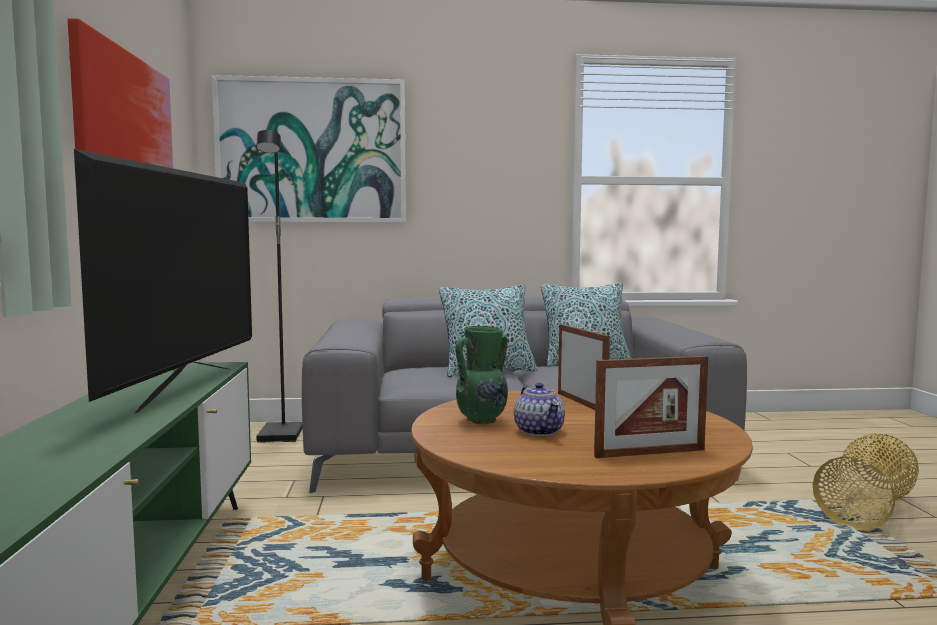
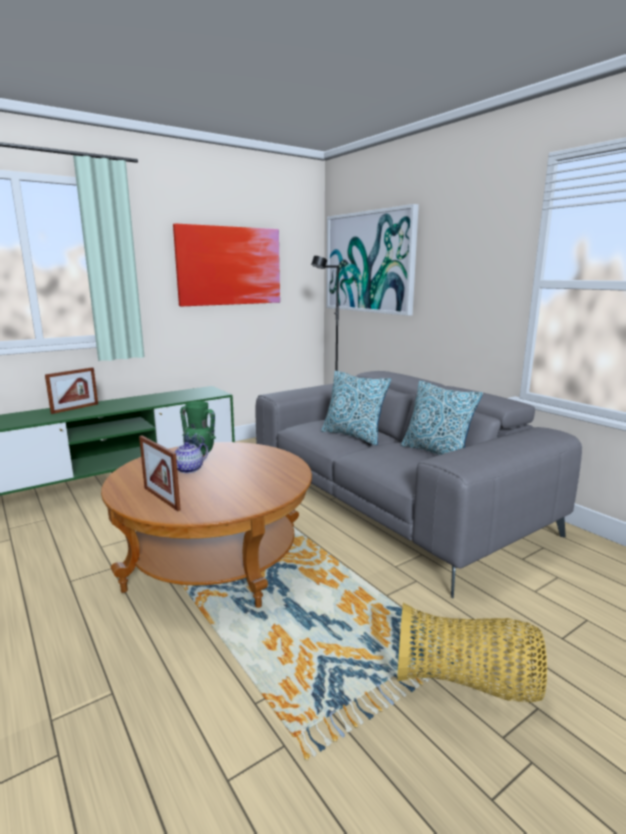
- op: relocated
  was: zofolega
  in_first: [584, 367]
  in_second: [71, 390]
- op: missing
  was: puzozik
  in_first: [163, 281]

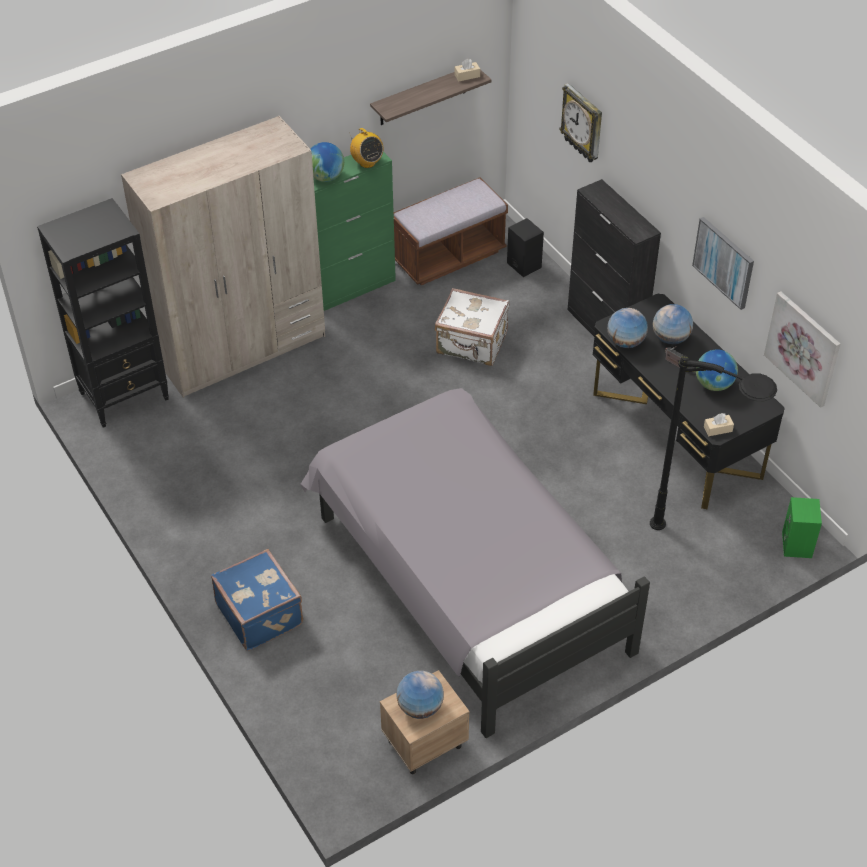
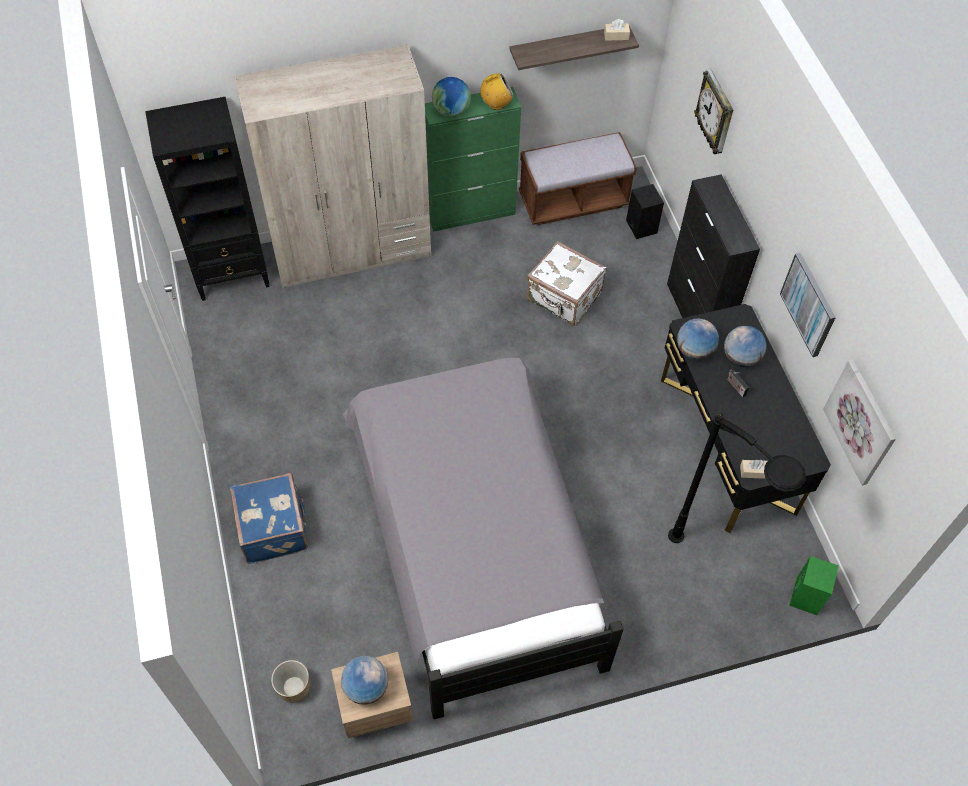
- op: appeared
  now: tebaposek
  in_second: [290, 681]
- op: spun
  was: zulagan
  in_first: [366, 148]
  in_second: [497, 91]
  clockwise: -90
- op: missing
  was: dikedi
  in_first: [717, 370]

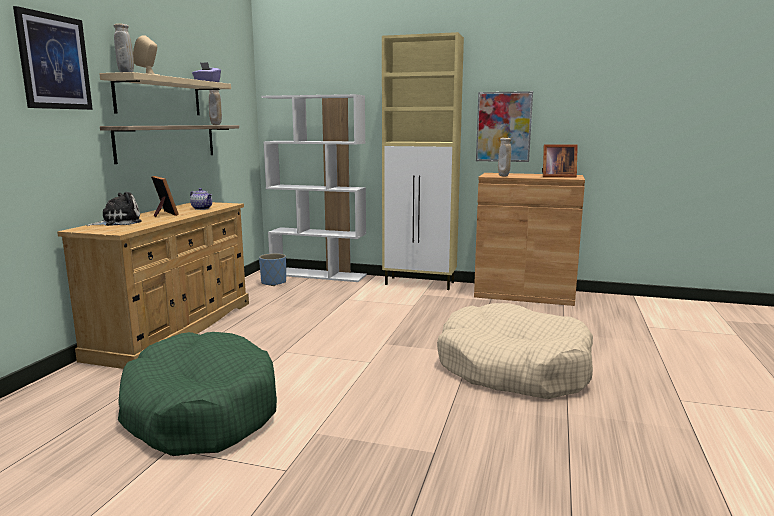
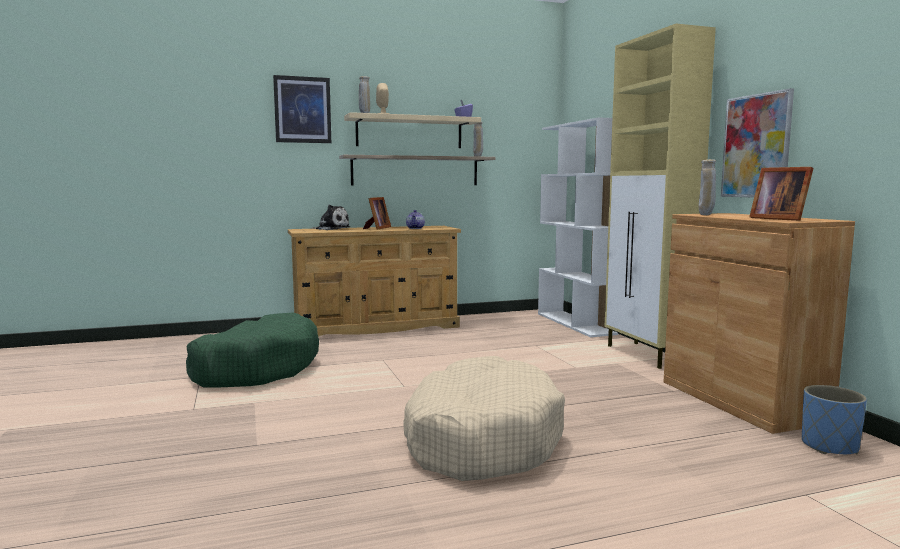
- op: relocated
  was: blue tebaposek
  in_first: [272, 269]
  in_second: [834, 419]

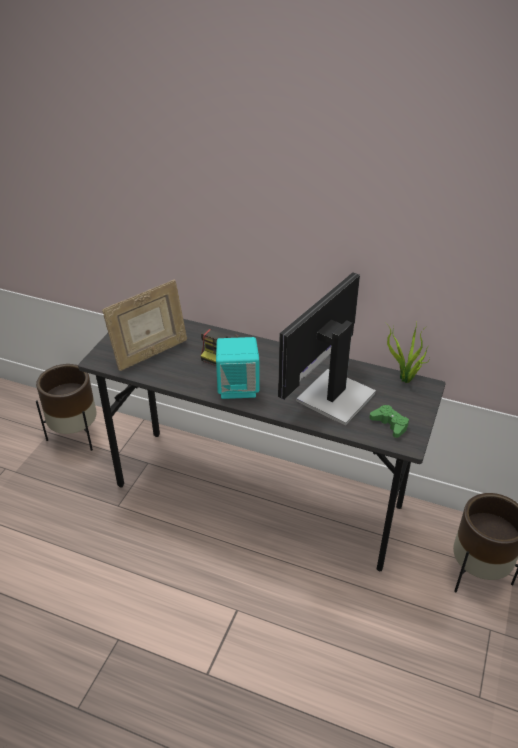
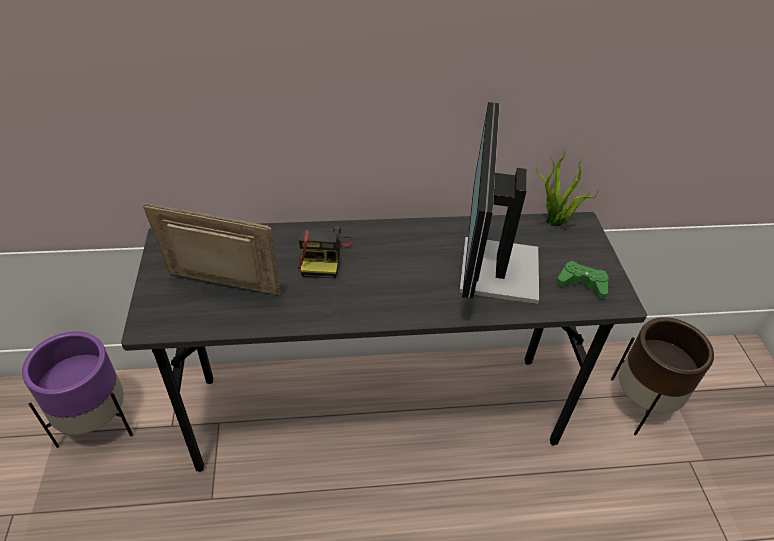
- op: colour
  was: brown tebaposek
  now: purple tebaposek
  in_first: [66, 407]
  in_second: [77, 389]
- op: spun
  was: zofolega
  in_first: [144, 325]
  in_second: [211, 249]
  clockwise: -105
- op: missing
  was: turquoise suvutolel
  in_first: [238, 368]

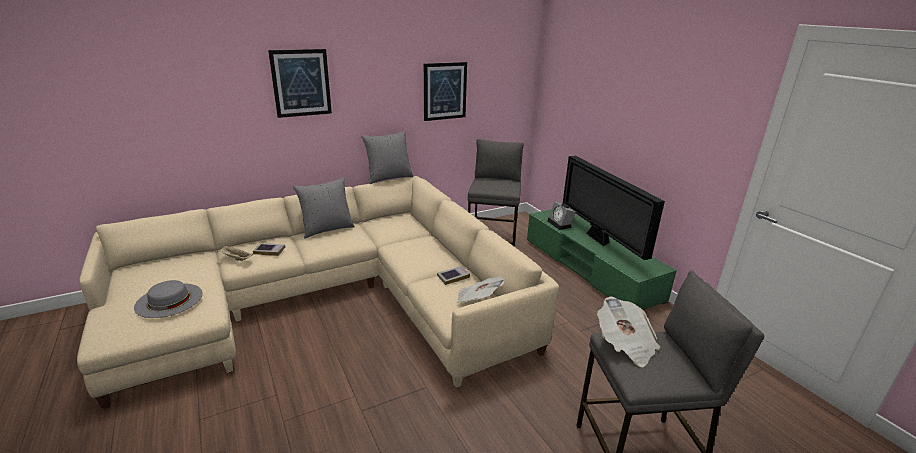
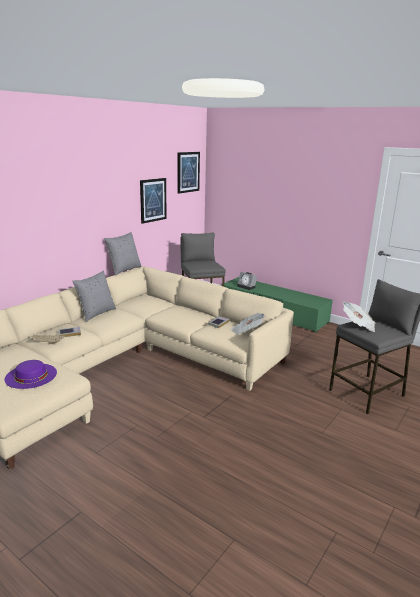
- op: colour
  was: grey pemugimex
  now: purple pemugimex
  in_first: [168, 299]
  in_second: [30, 374]
- op: relocated
  was: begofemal
  in_first: [300, 83]
  in_second: [189, 173]
- op: missing
  was: puzozik
  in_first: [614, 208]

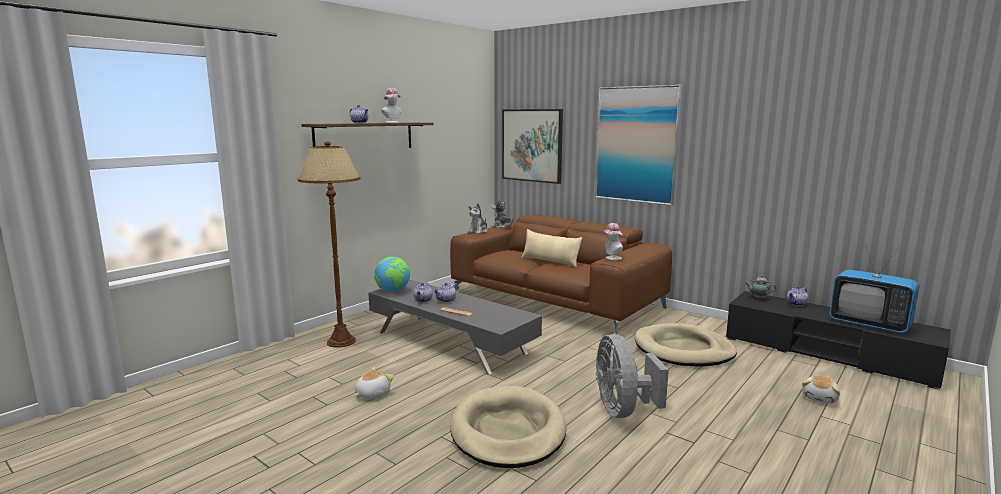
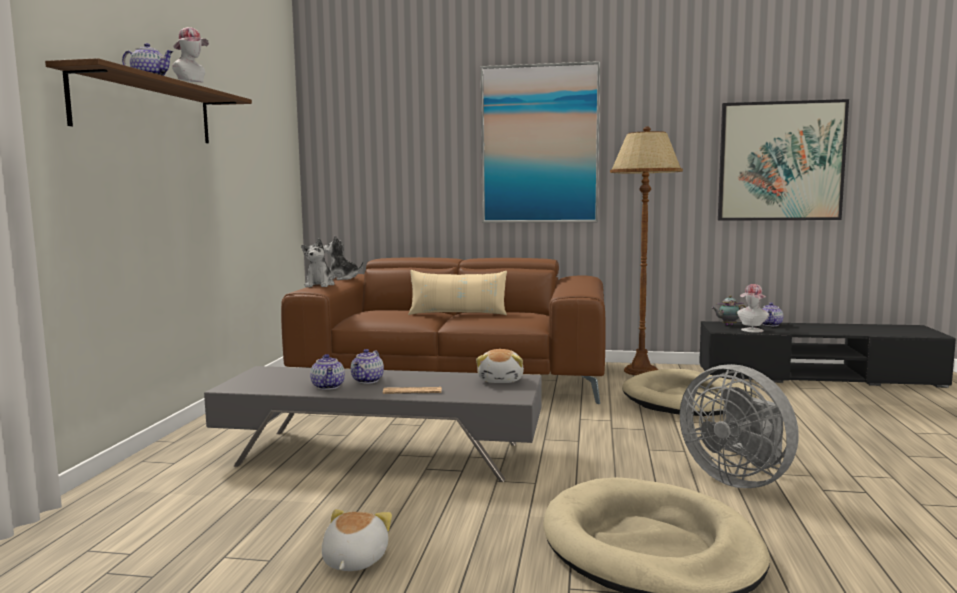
- op: relocated
  was: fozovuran
  in_first: [821, 390]
  in_second: [500, 366]
- op: relocated
  was: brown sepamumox
  in_first: [329, 244]
  in_second: [646, 251]
- op: relocated
  was: begofemal
  in_first: [532, 146]
  in_second: [783, 160]
- op: relocated
  was: pemugimex
  in_first: [612, 241]
  in_second: [753, 308]
- op: missing
  was: dikedi
  in_first: [392, 274]
- op: missing
  was: puzozik
  in_first: [874, 287]

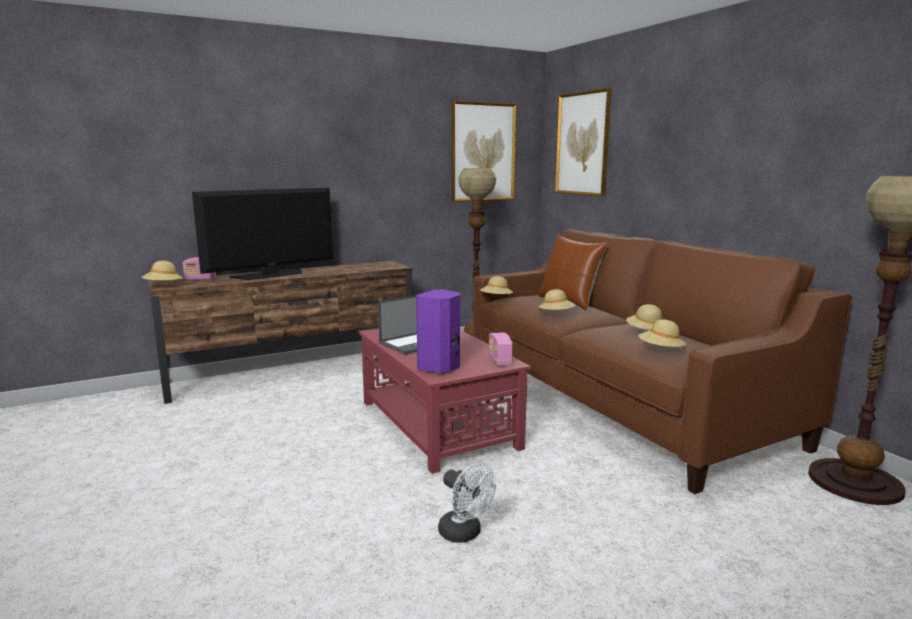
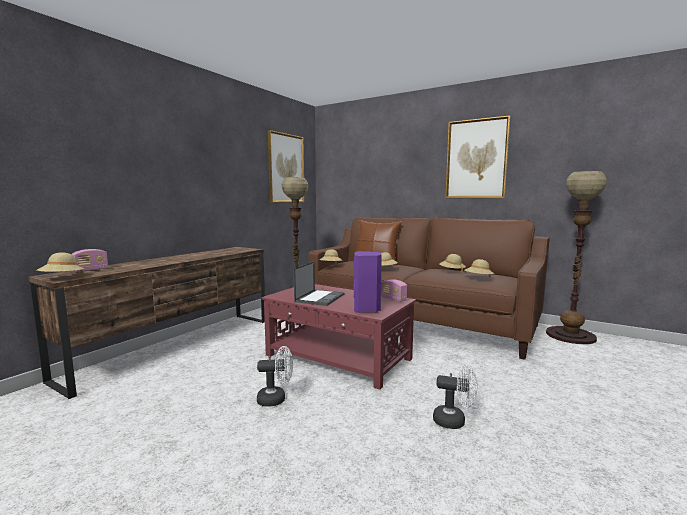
- op: appeared
  now: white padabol
  in_second: [275, 376]
- op: relocated
  was: begofemal
  in_first: [583, 142]
  in_second: [477, 156]
- op: missing
  was: puzozik
  in_first: [262, 234]

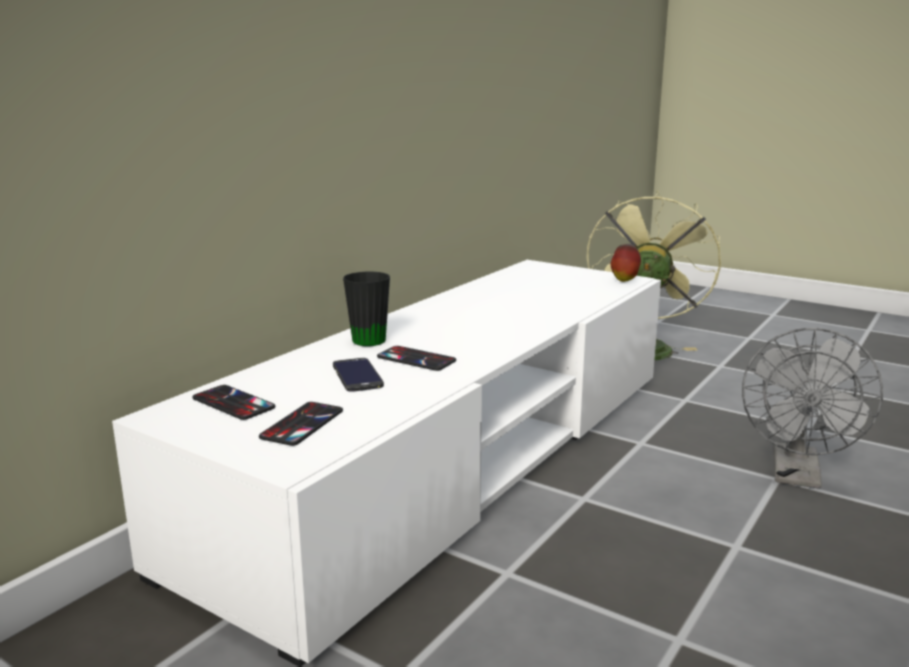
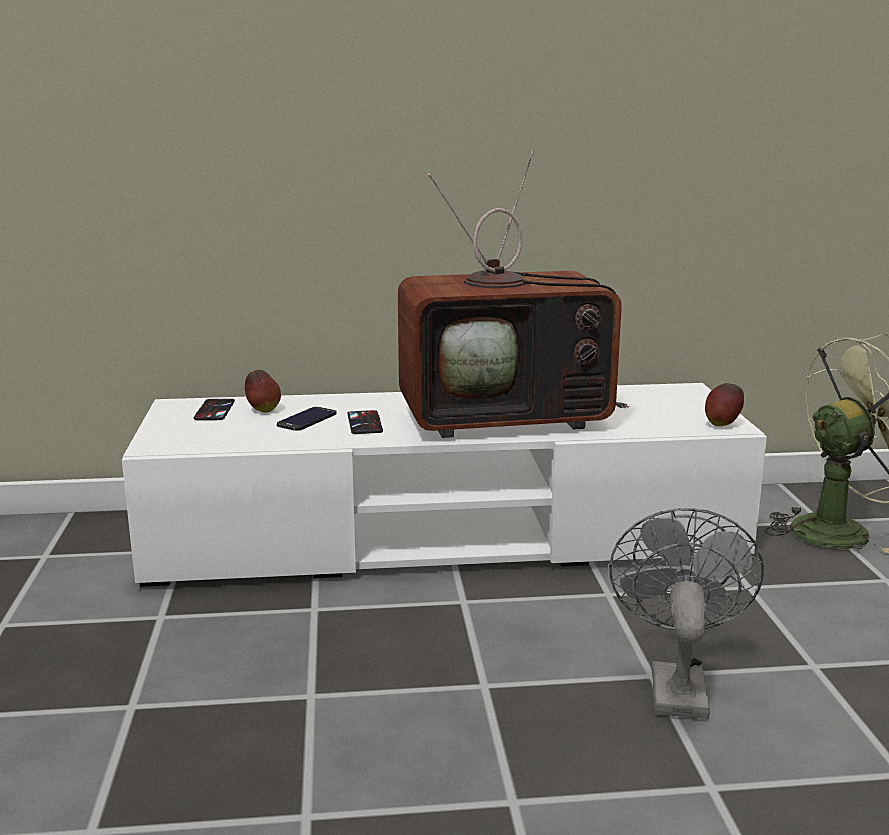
- op: appeared
  now: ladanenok
  in_second: [263, 391]
- op: appeared
  now: puzozik
  in_second: [513, 294]
- op: spun
  was: grey padabol
  in_first: [812, 408]
  in_second: [686, 613]
  clockwise: 120
- op: missing
  was: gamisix
  in_first: [301, 424]
- op: missing
  was: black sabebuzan
  in_first: [366, 309]

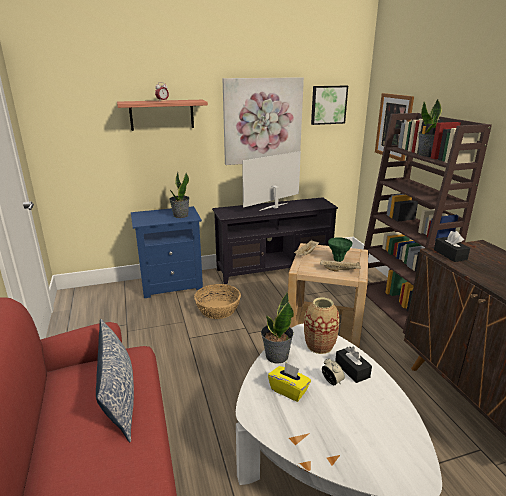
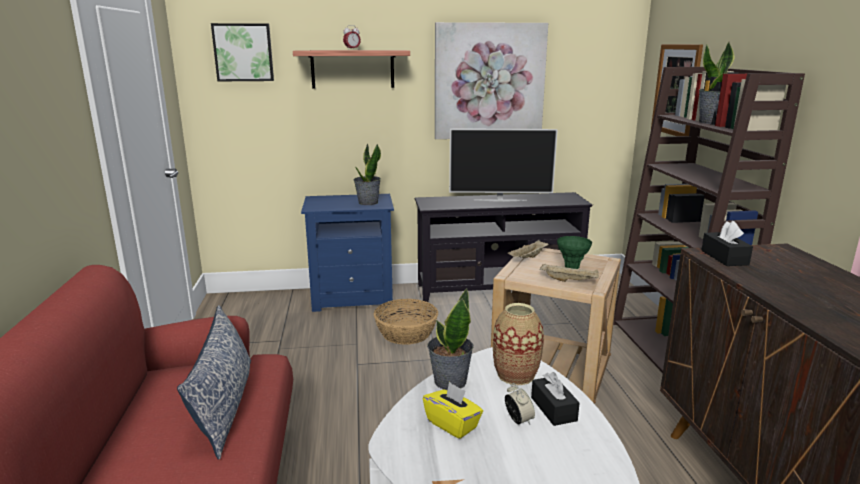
- op: relocated
  was: begofemal
  in_first: [329, 105]
  in_second: [242, 52]
- op: spun
  was: puzozik
  in_first: [271, 181]
  in_second: [503, 165]
  clockwise: -150

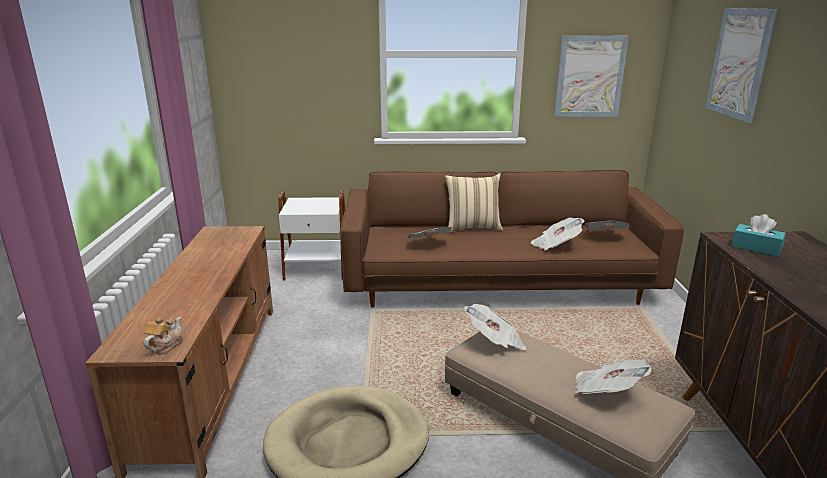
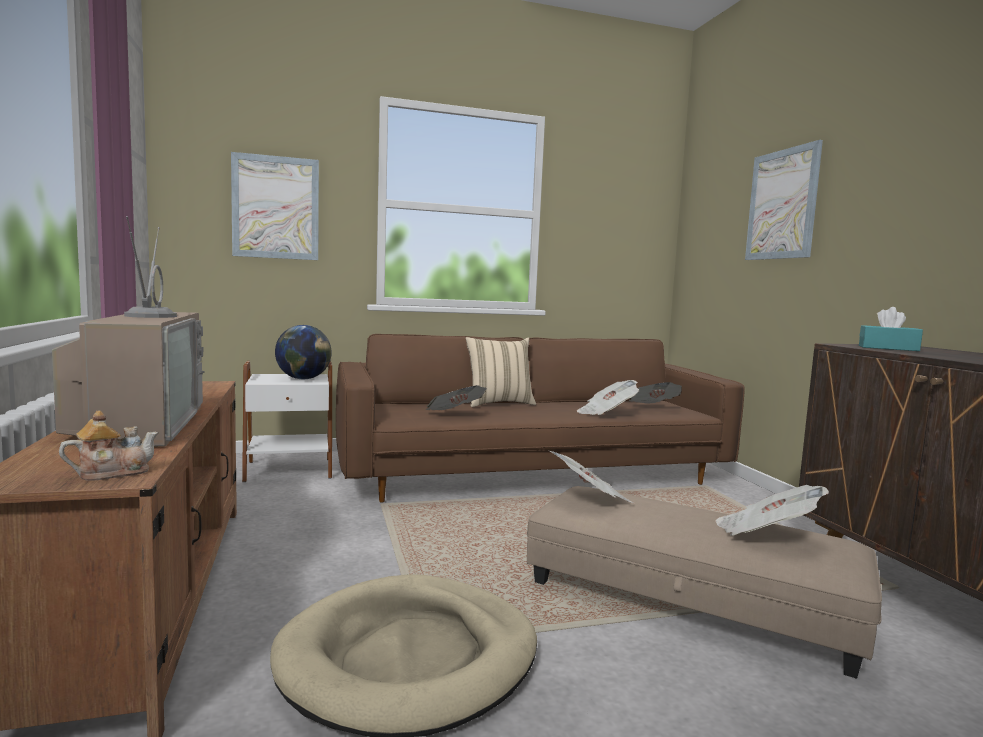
- op: appeared
  now: puzozik
  in_second: [128, 331]
- op: spun
  was: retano
  in_first: [163, 335]
  in_second: [109, 445]
  clockwise: 45
- op: relocated
  was: begofemal
  in_first: [592, 76]
  in_second: [275, 206]
- op: appeared
  now: dikedi
  in_second: [303, 352]

